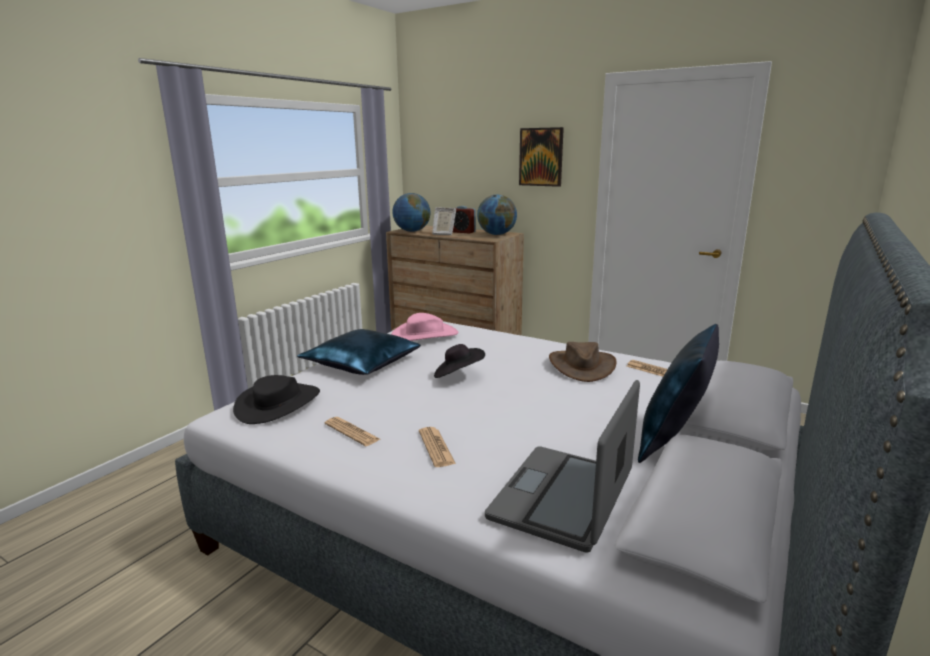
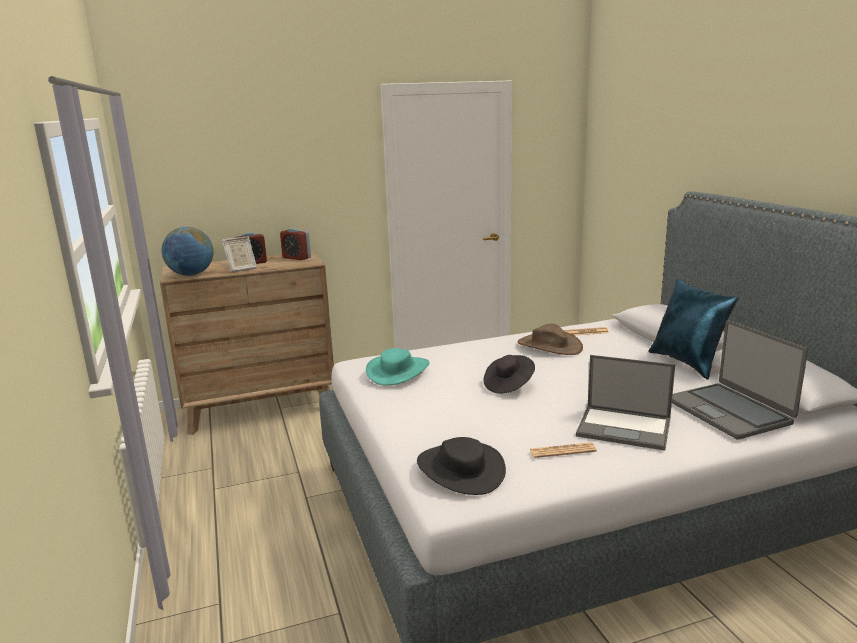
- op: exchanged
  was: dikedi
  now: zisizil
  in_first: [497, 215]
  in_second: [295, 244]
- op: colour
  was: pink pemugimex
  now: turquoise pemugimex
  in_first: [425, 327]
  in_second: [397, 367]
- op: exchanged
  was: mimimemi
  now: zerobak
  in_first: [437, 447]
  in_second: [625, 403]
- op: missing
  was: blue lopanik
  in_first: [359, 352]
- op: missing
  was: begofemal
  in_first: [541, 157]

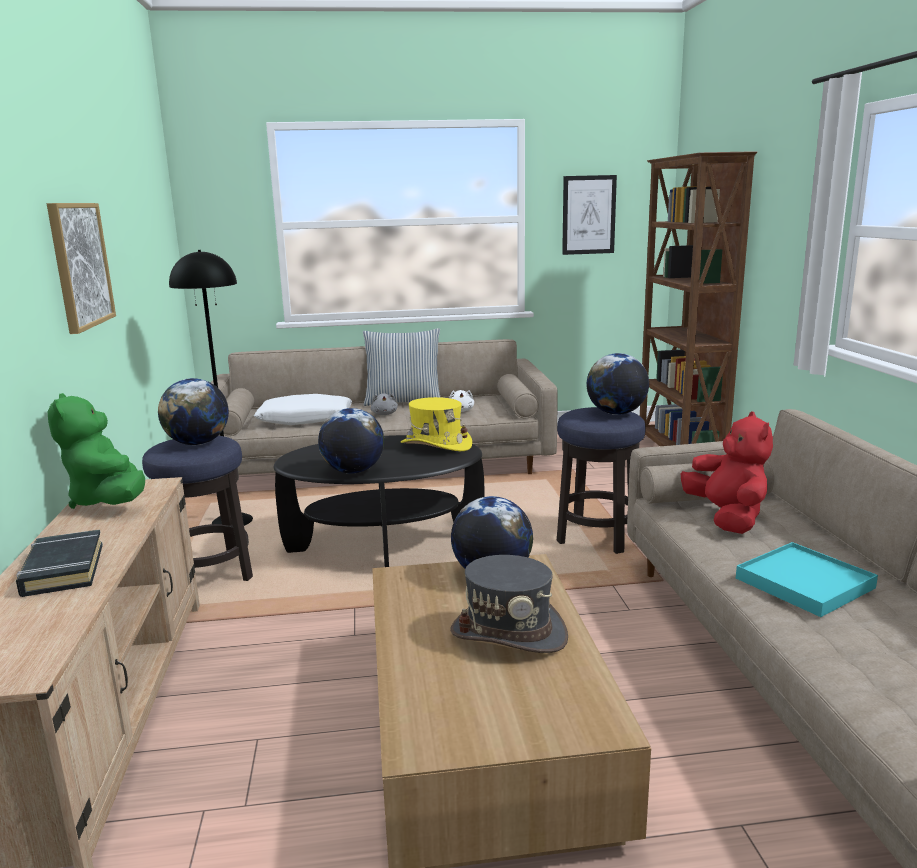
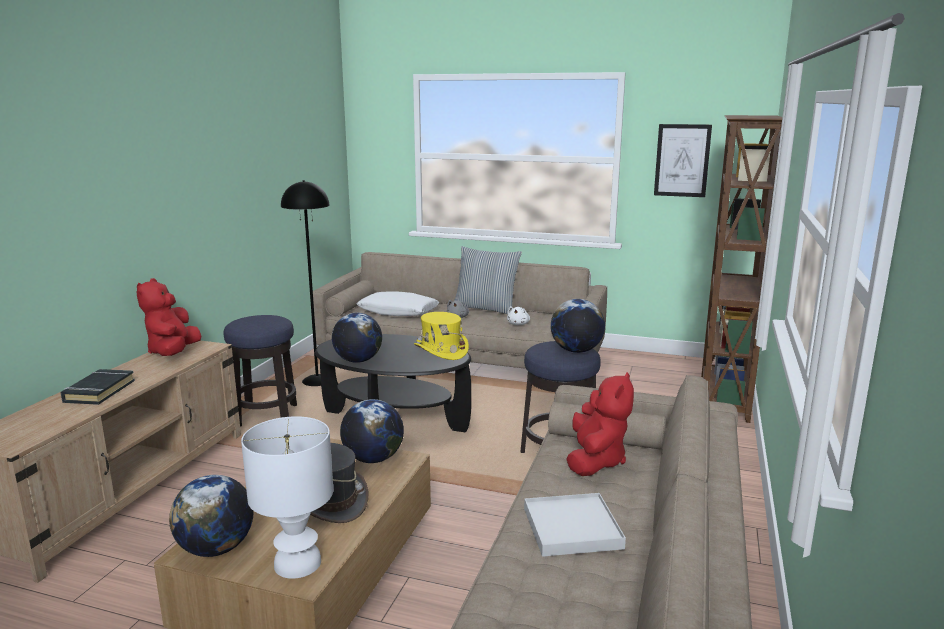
- op: colour
  was: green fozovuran
  now: red fozovuran
  in_first: [96, 451]
  in_second: [168, 317]
- op: relocated
  was: dikedi
  in_first: [193, 411]
  in_second: [211, 516]
- op: appeared
  now: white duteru
  in_second: [287, 497]
- op: colour
  was: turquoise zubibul
  now: white zubibul
  in_first: [807, 579]
  in_second: [575, 525]
- op: missing
  was: begofemal
  in_first: [81, 268]

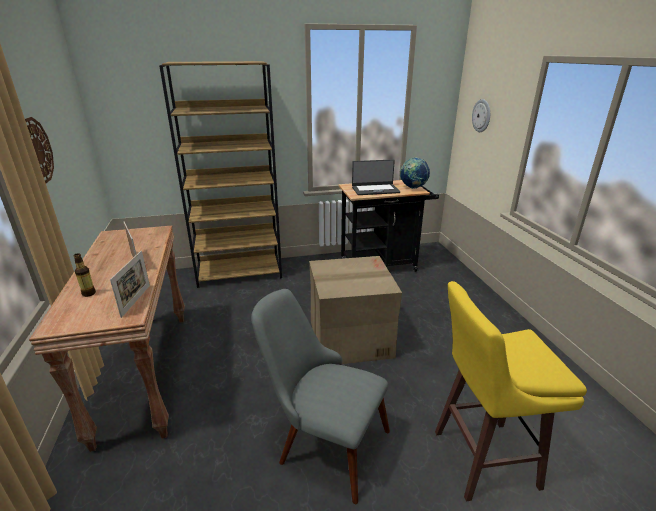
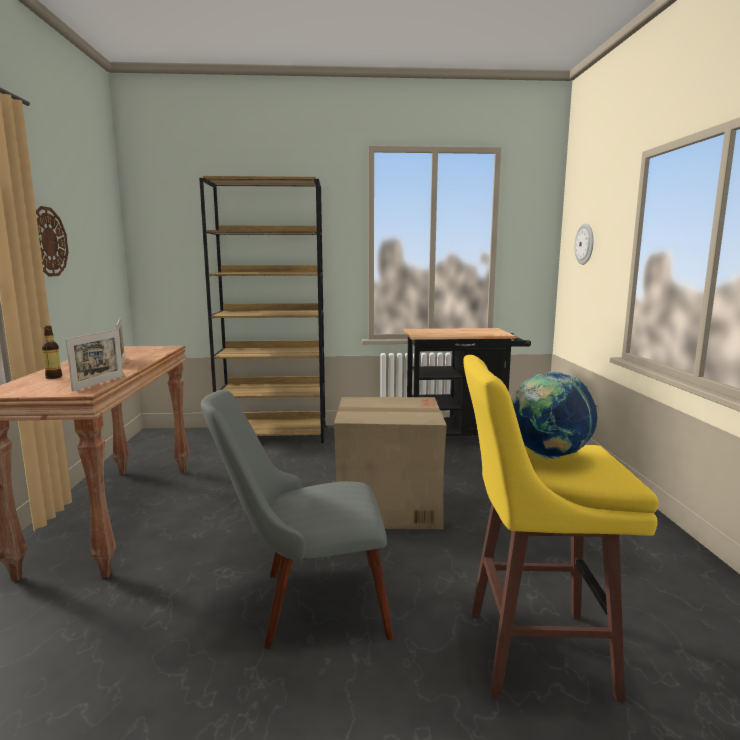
- op: spun
  was: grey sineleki
  in_first: [320, 396]
  in_second: [297, 519]
  clockwise: -45
- op: relocated
  was: dikedi
  in_first: [415, 173]
  in_second: [554, 415]
- op: missing
  was: zerobak
  in_first: [376, 177]

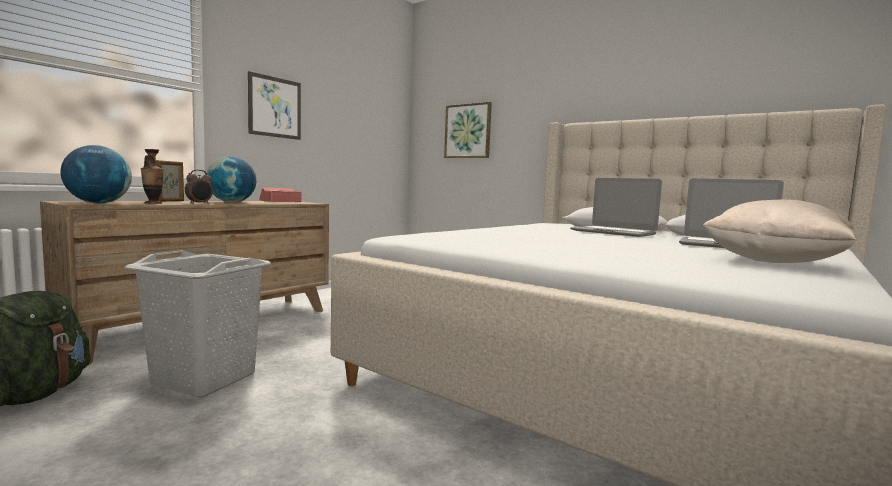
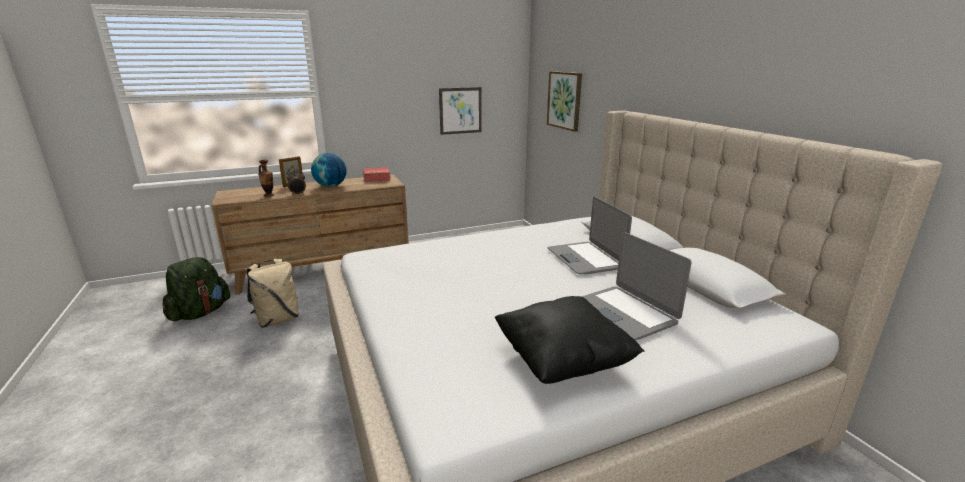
- op: exchanged
  was: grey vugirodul
  now: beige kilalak
  in_first: [198, 323]
  in_second: [273, 293]
- op: relocated
  was: begofemal
  in_first: [274, 105]
  in_second: [460, 111]
- op: colour
  was: beige lopanik
  now: black lopanik
  in_first: [779, 231]
  in_second: [570, 340]
- op: missing
  was: dikedi
  in_first: [96, 174]

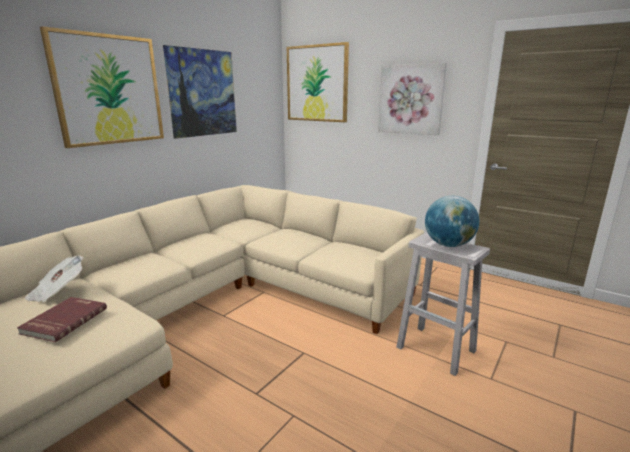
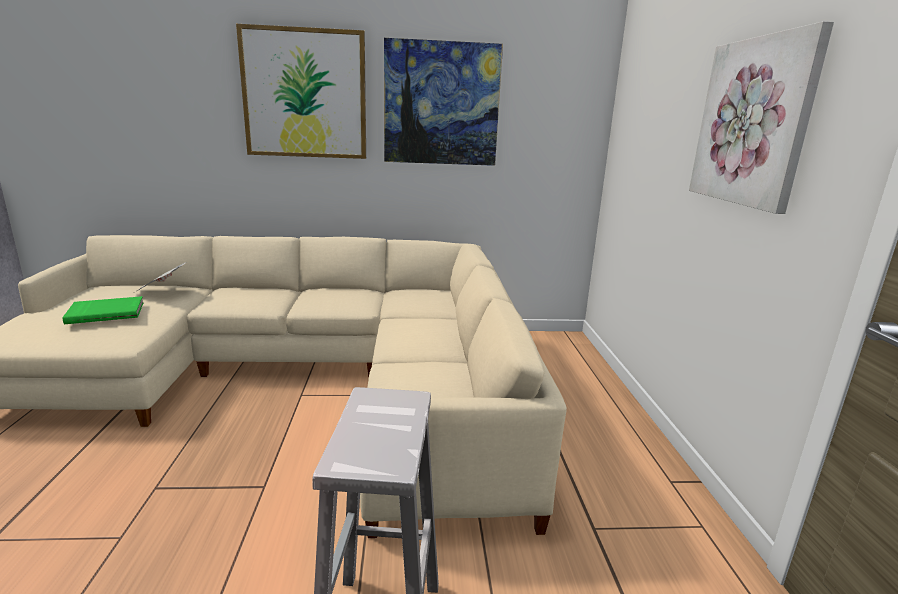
- op: colour
  was: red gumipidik
  now: green gumipidik
  in_first: [62, 319]
  in_second: [103, 310]
- op: missing
  was: begofemal
  in_first: [318, 82]
- op: missing
  was: dikedi
  in_first: [452, 221]

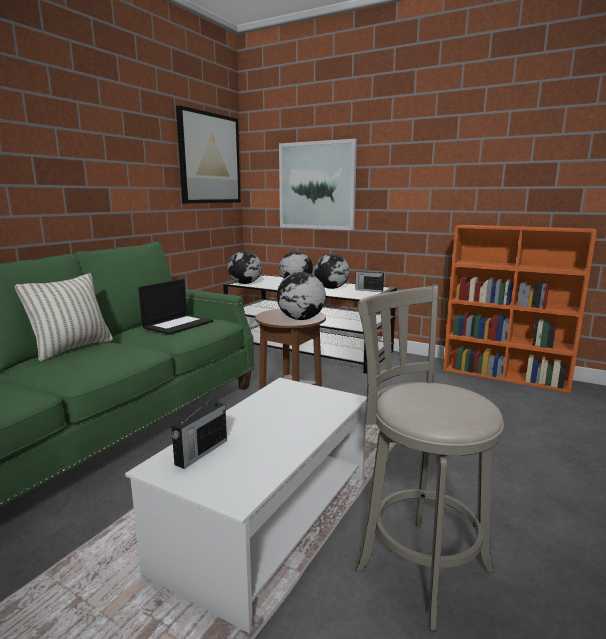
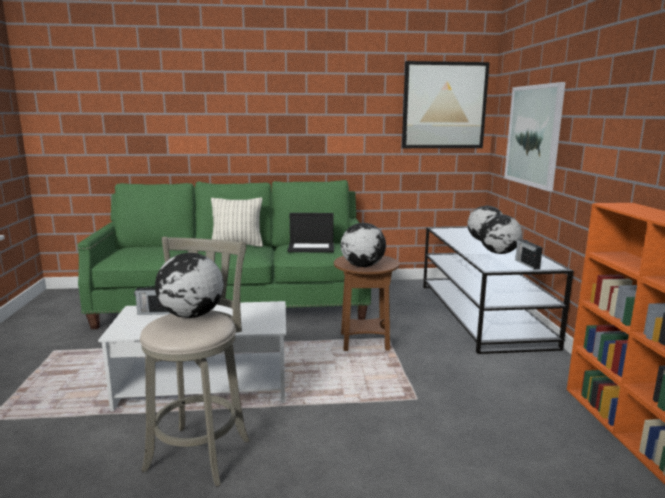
- op: relocated
  was: dikedi
  in_first: [245, 267]
  in_second: [189, 285]

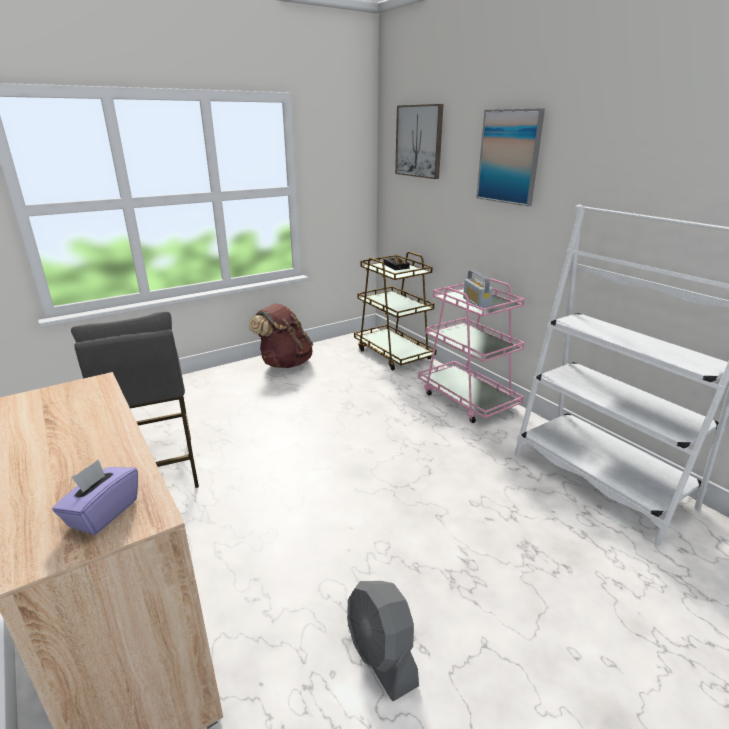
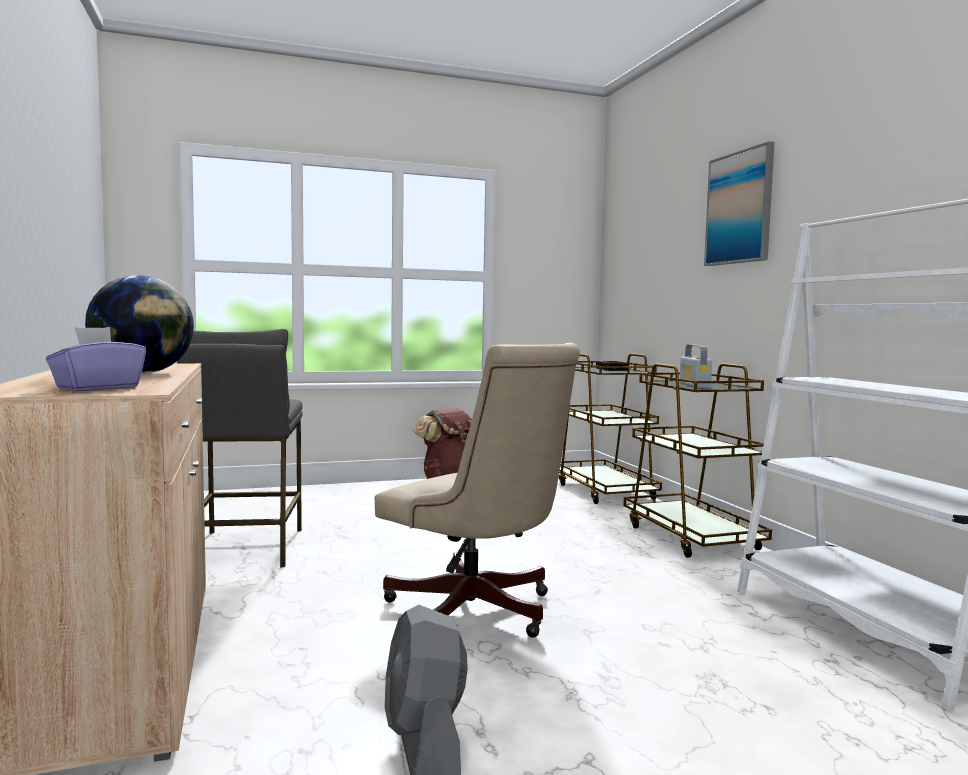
- op: appeared
  now: dikedi
  in_second: [139, 324]
- op: appeared
  now: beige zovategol
  in_second: [477, 490]
- op: colour
  was: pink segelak
  now: brown segelak
  in_first: [471, 350]
  in_second: [698, 460]
- op: missing
  was: begofemal
  in_first: [419, 141]

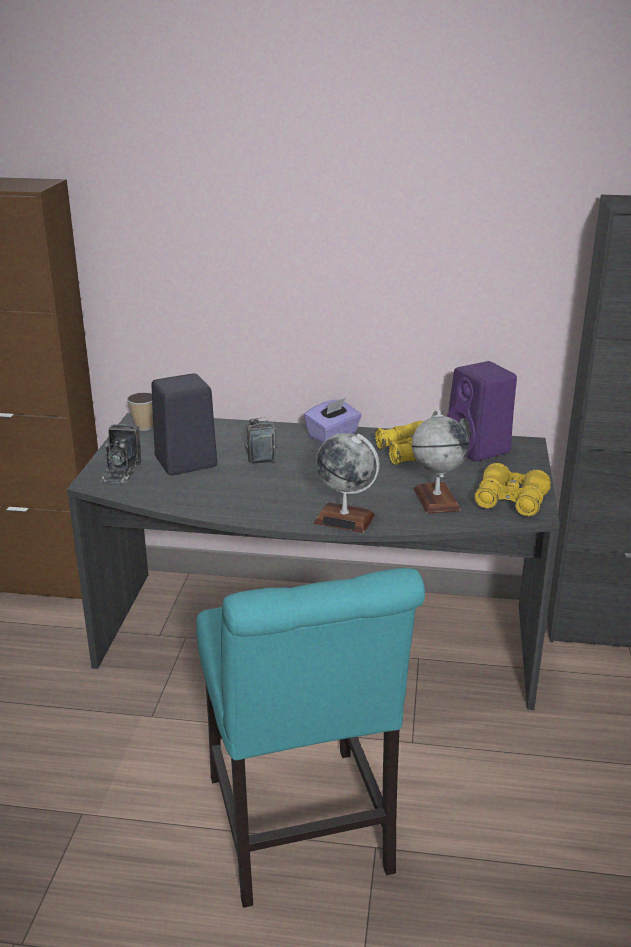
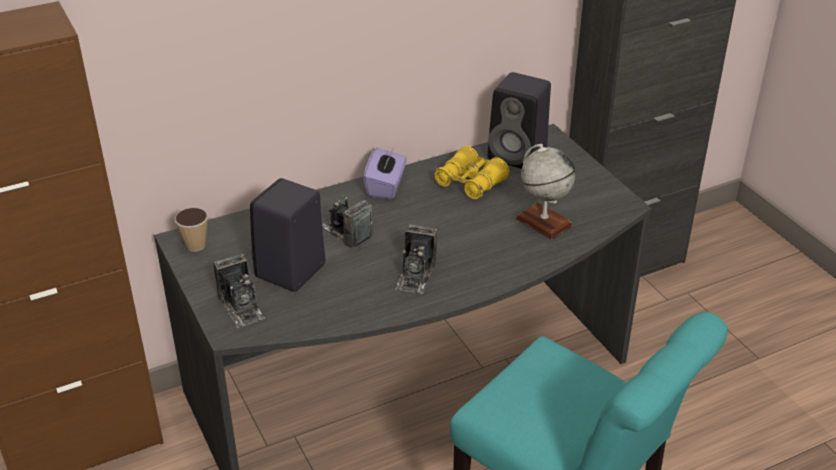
- op: appeared
  now: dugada
  in_second: [416, 259]
- op: colour
  was: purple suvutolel
  now: black suvutolel
  in_first: [482, 411]
  in_second: [519, 120]
- op: missing
  was: dikedi
  in_first: [346, 483]
- op: missing
  was: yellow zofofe
  in_first: [512, 489]

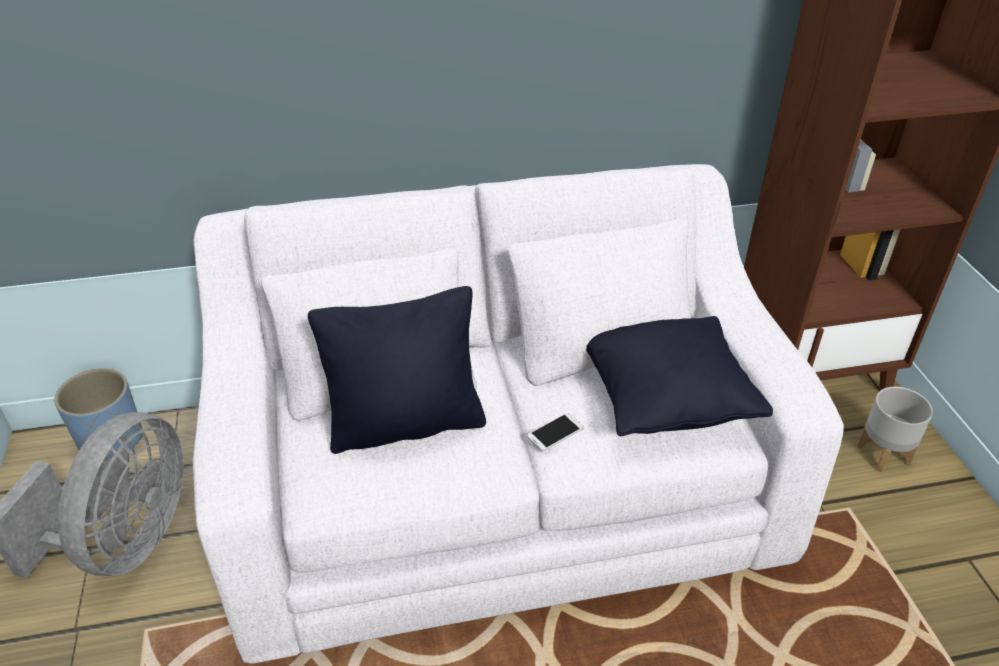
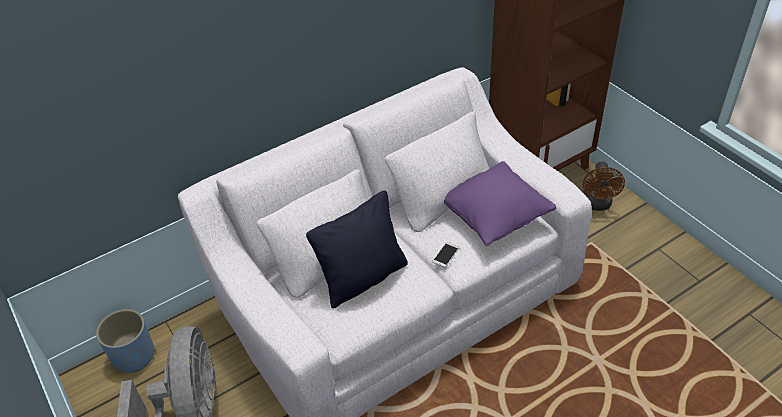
- op: colour
  was: black lopanik
  now: purple lopanik
  in_first: [679, 376]
  in_second: [500, 203]
- op: exchanged
  was: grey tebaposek
  now: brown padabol
  in_first: [895, 429]
  in_second: [604, 186]

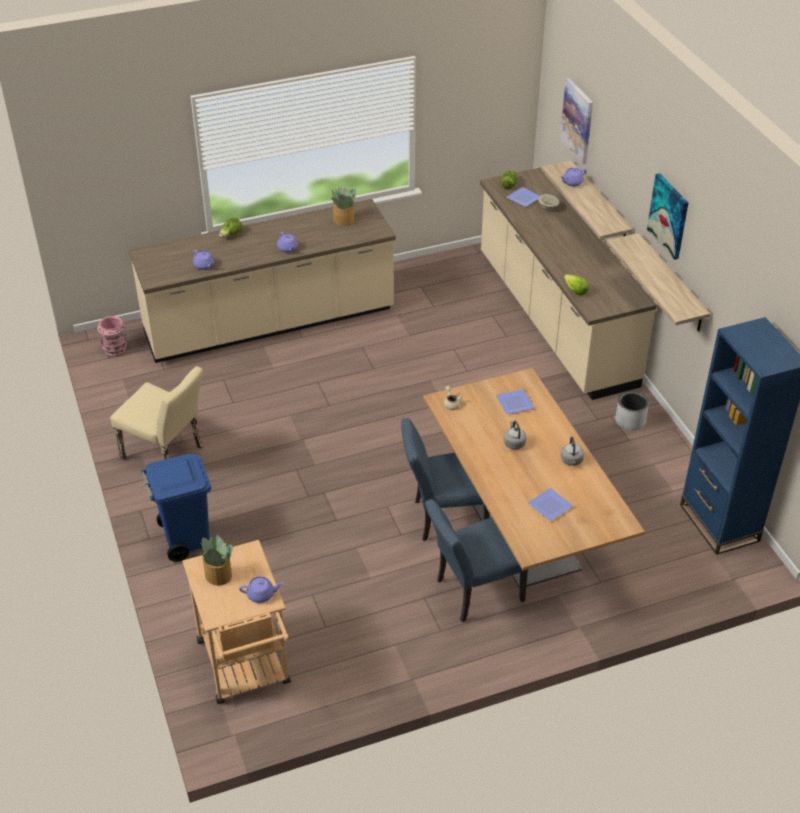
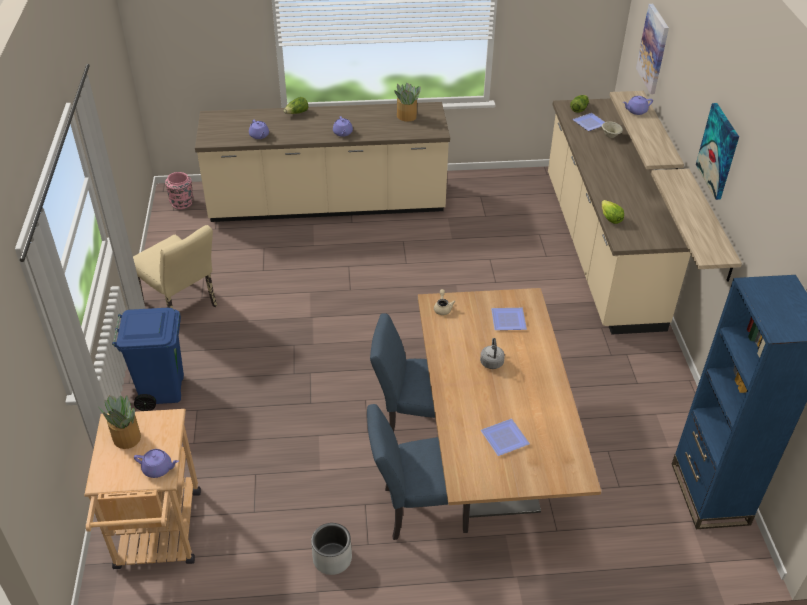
- op: relocated
  was: grey tebaposek
  in_first: [632, 410]
  in_second: [331, 549]
- op: missing
  was: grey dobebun
  in_first: [572, 451]

